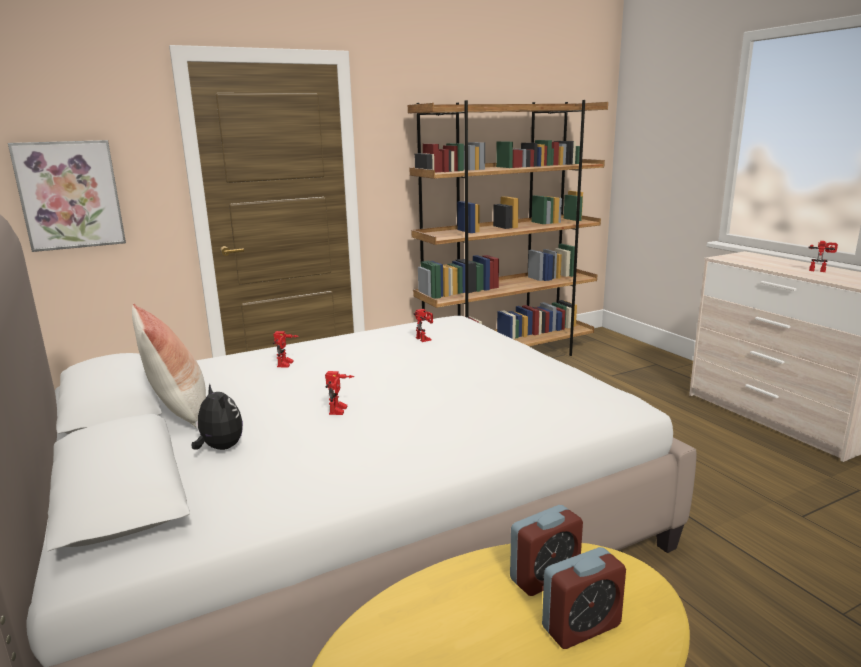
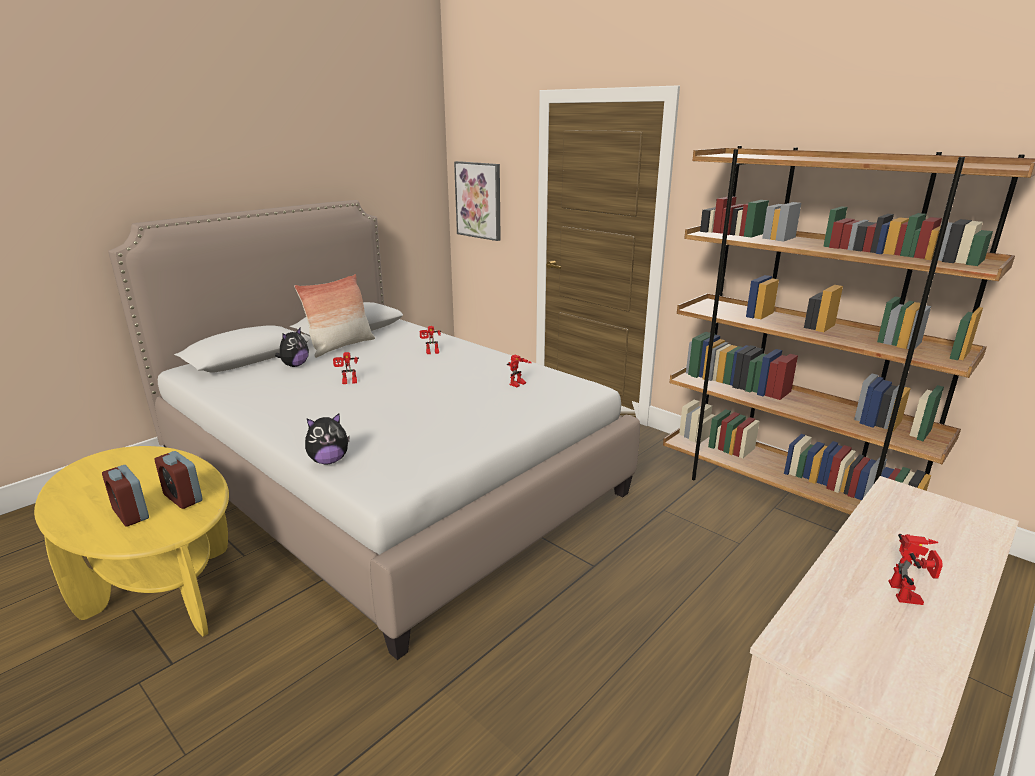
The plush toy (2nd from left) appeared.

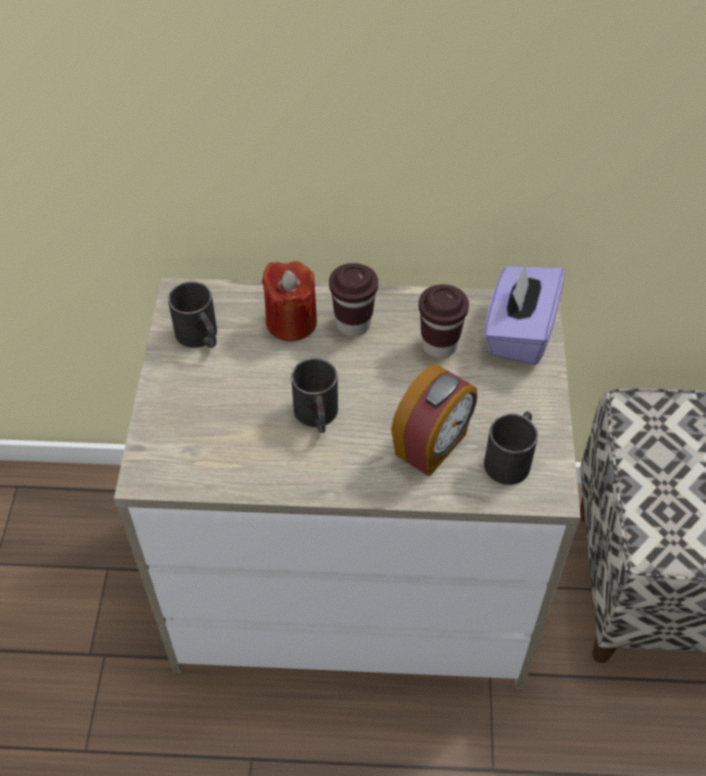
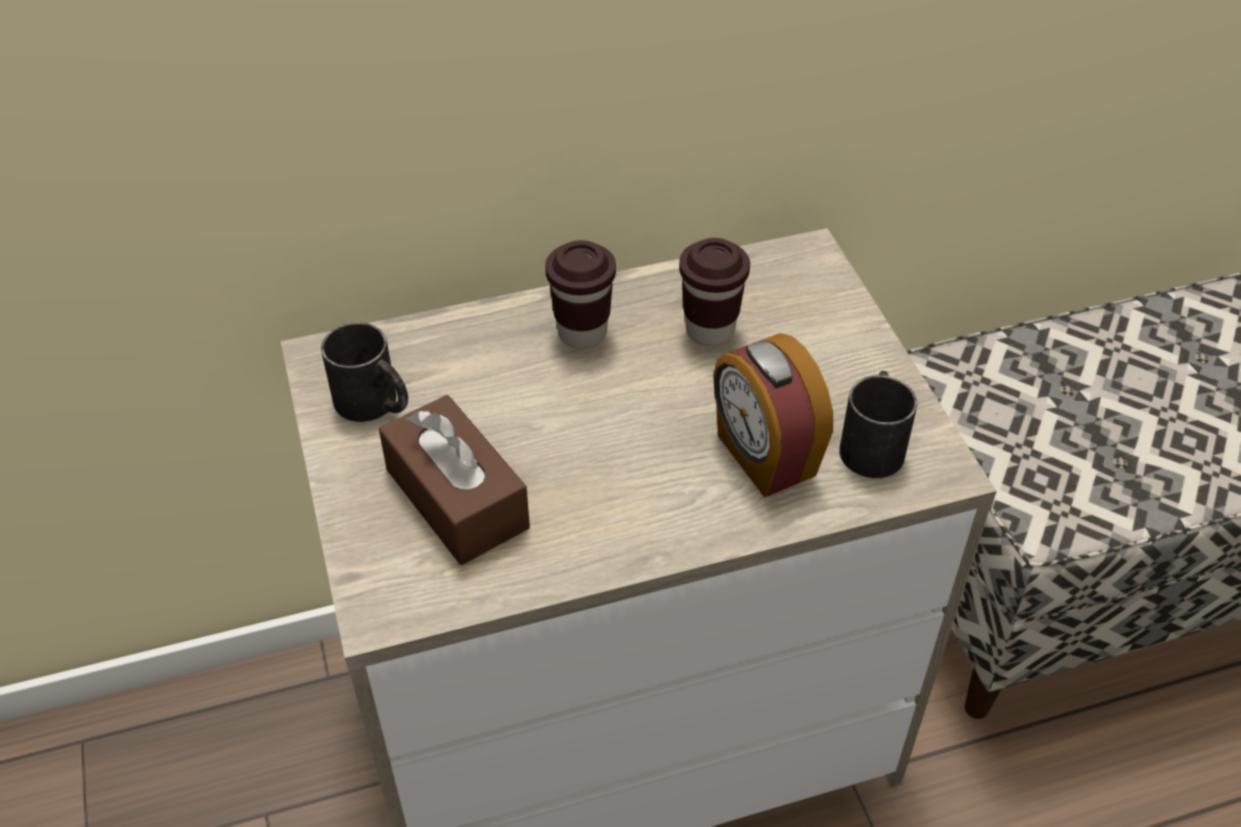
The red candle disappeared. The purple tissue box disappeared. The black mug (2nd from left) disappeared. The alarm clock turned 135 degrees clockwise. The brown tissue box appeared.

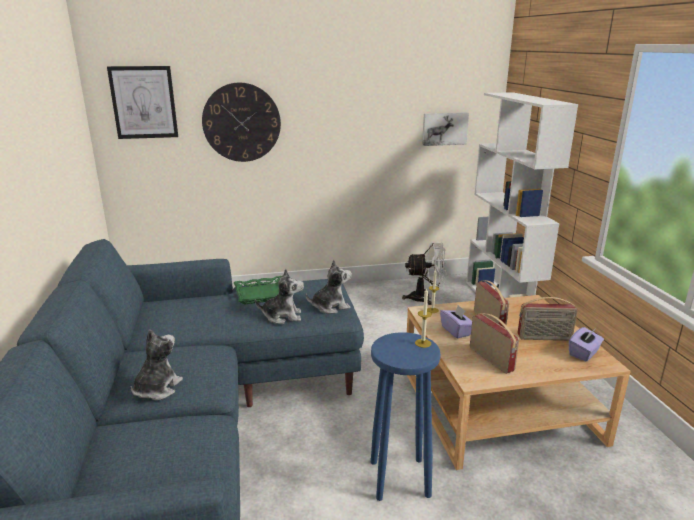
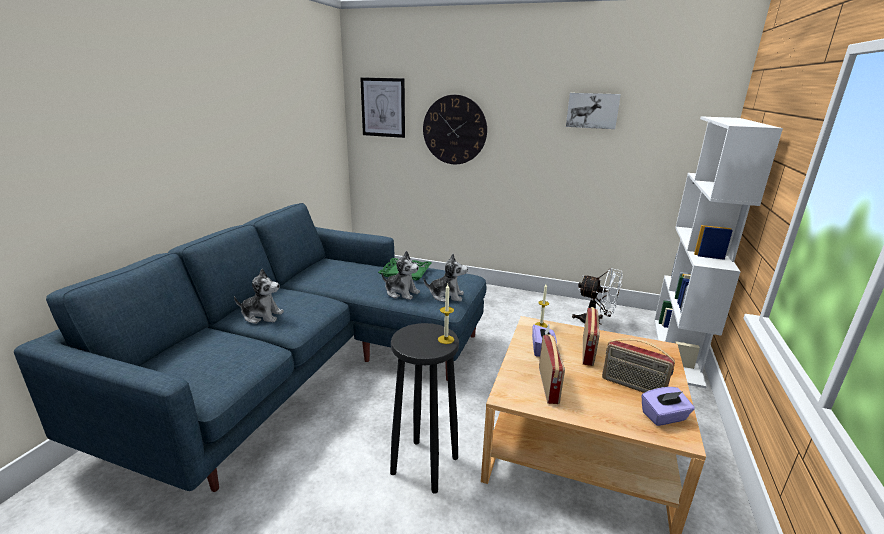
The picture (2nd from left) moved. The plush toy (1st from left) turned 45 degrees clockwise. The blue stool became the black stool.

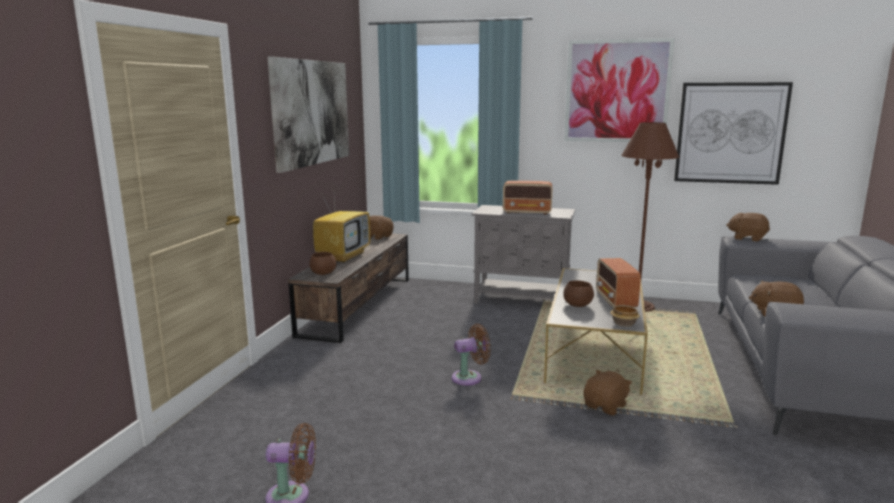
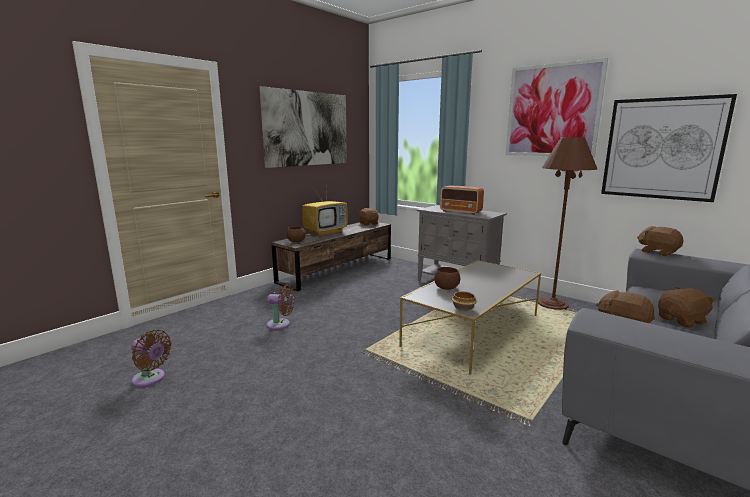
The radio (2nd from left) disappeared. The brown fan (2nd from left) moved. The brown plush toy (2nd from left in the first image) moved.

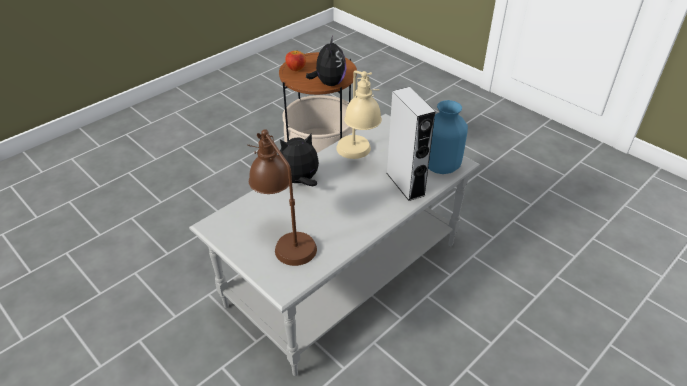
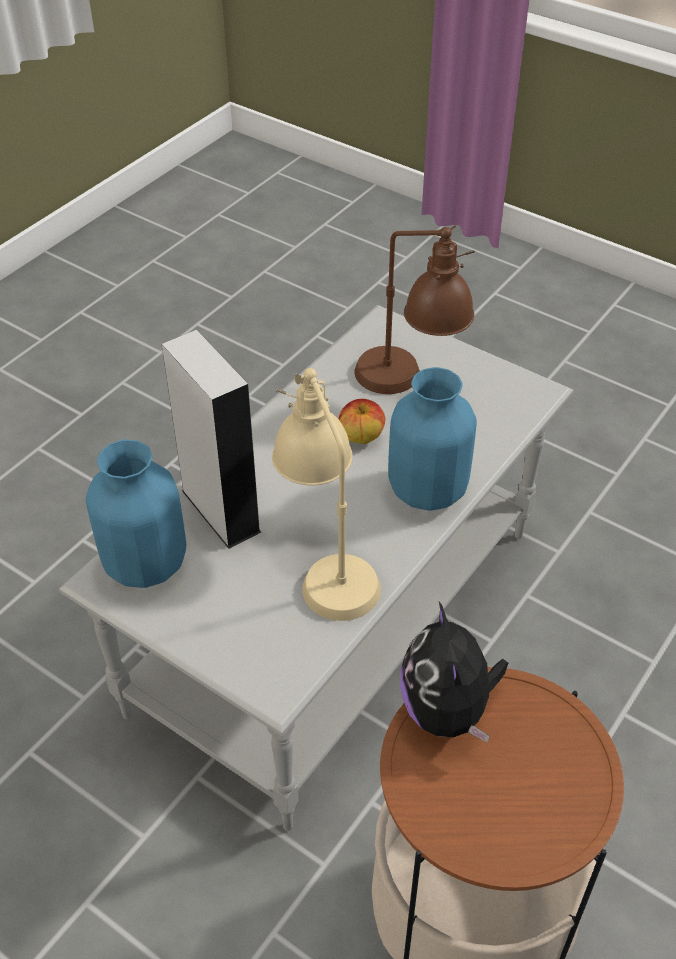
The apple moved. The plush toy (1st from left) was replaced by the blue vase (2nd from left).

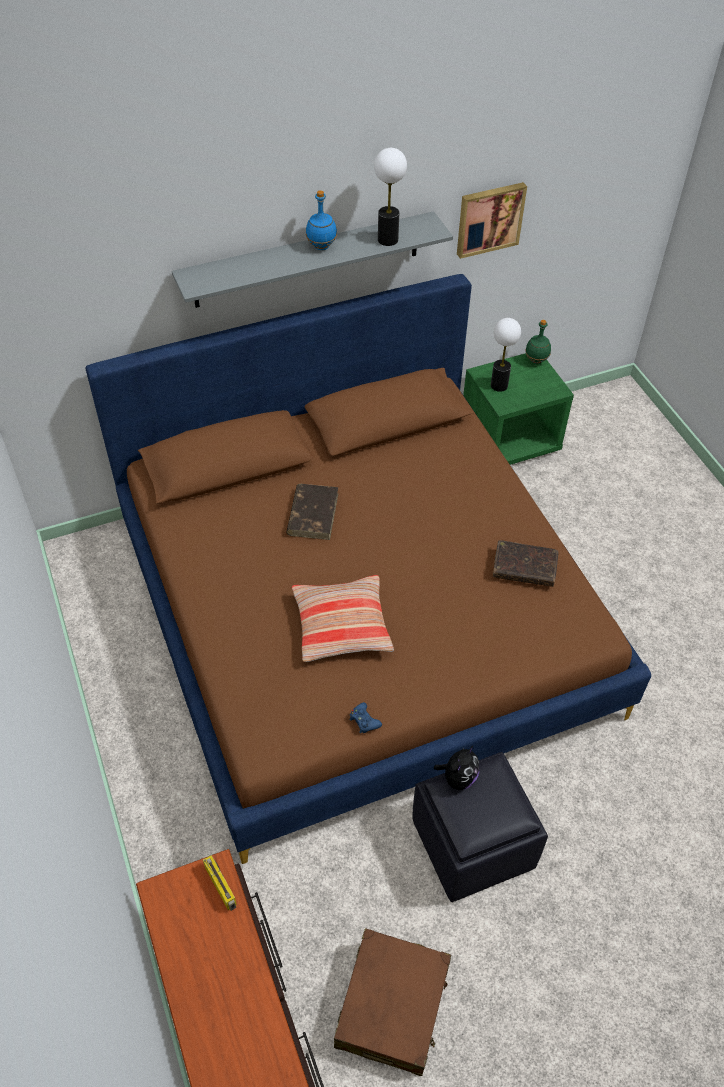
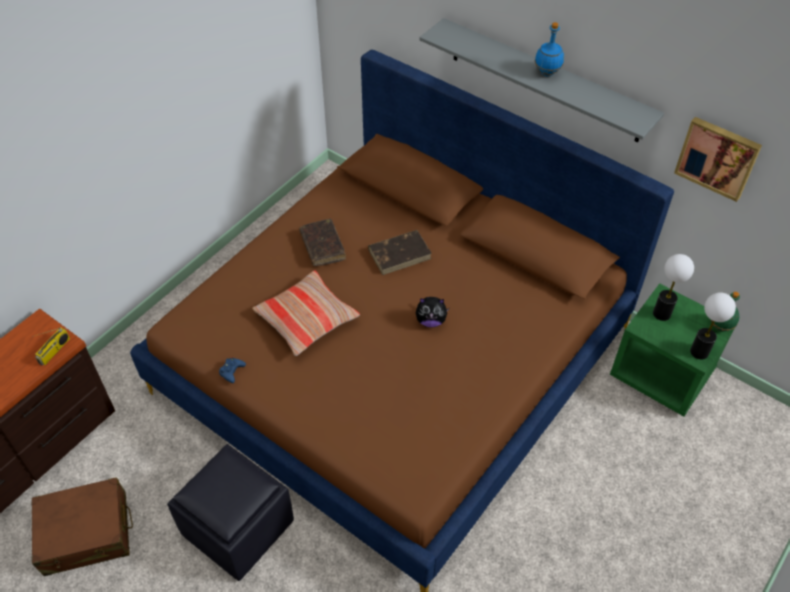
The table lamp (1st from left in the first image) moved. The brown book (2nd from left in the first image) moved. The plush toy moved.

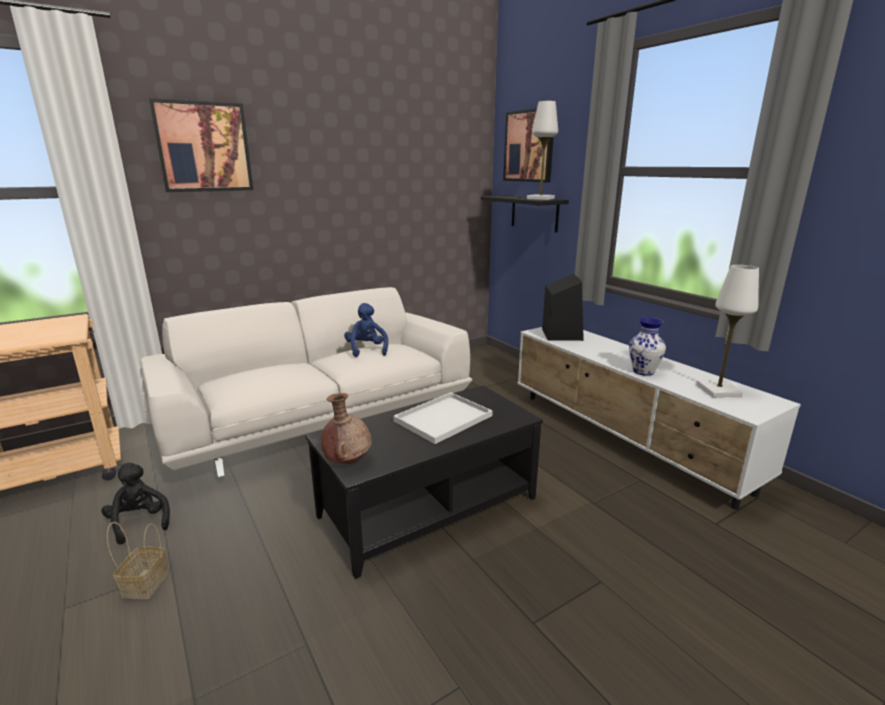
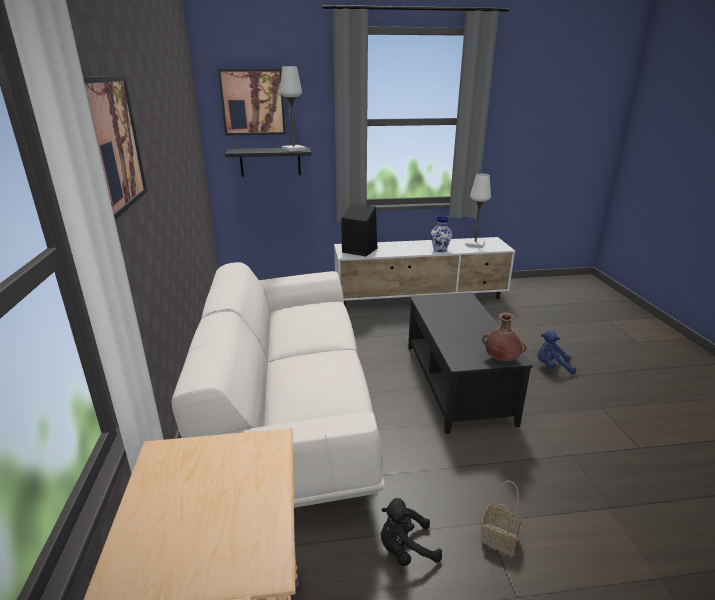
The blue plush toy moved. The white tray disappeared.

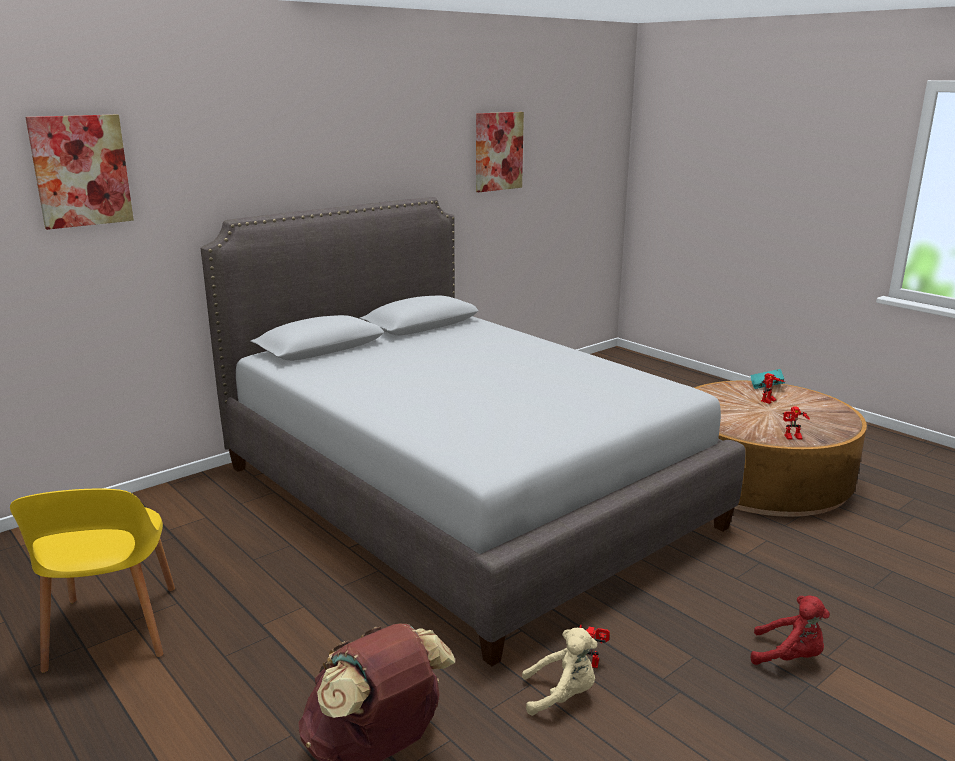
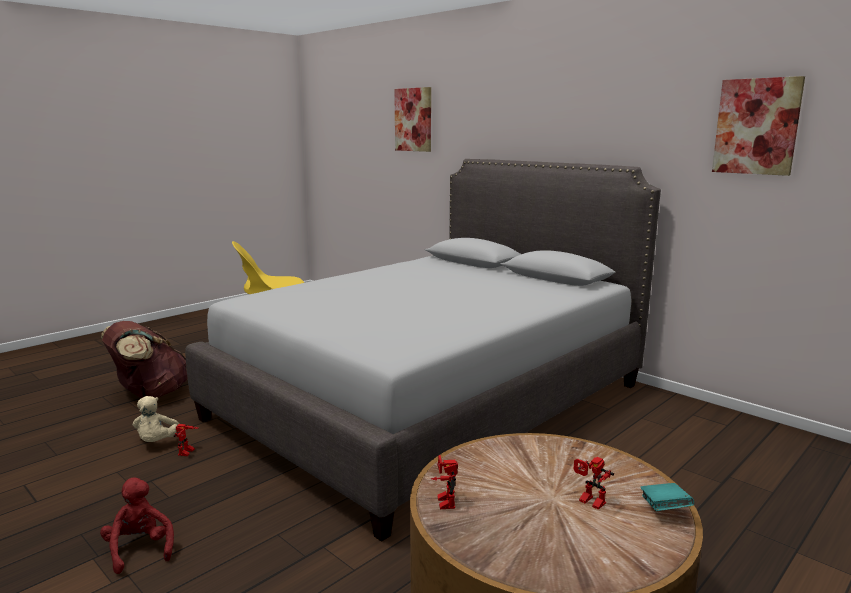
The red plush toy turned 135 degrees clockwise.

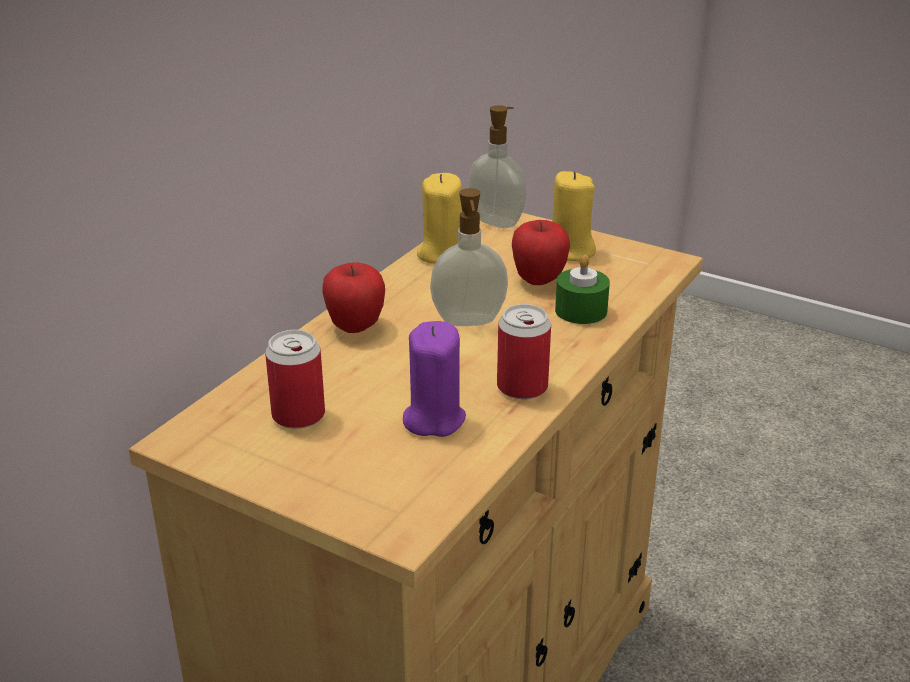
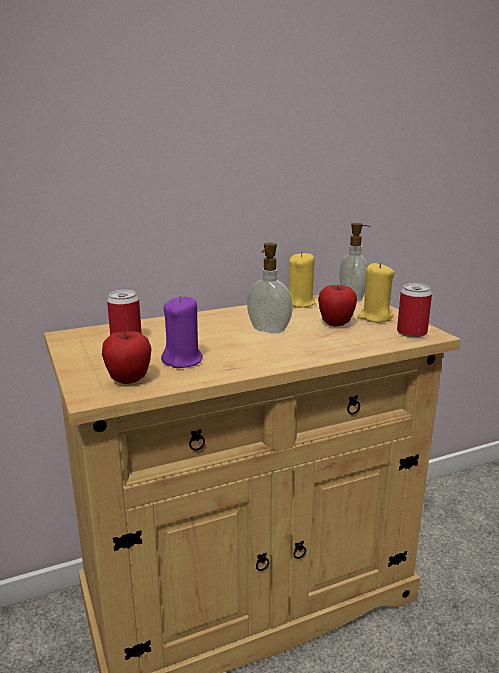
The green candle disappeared. The apple (1st from left) moved. The can (2nd from left) moved.

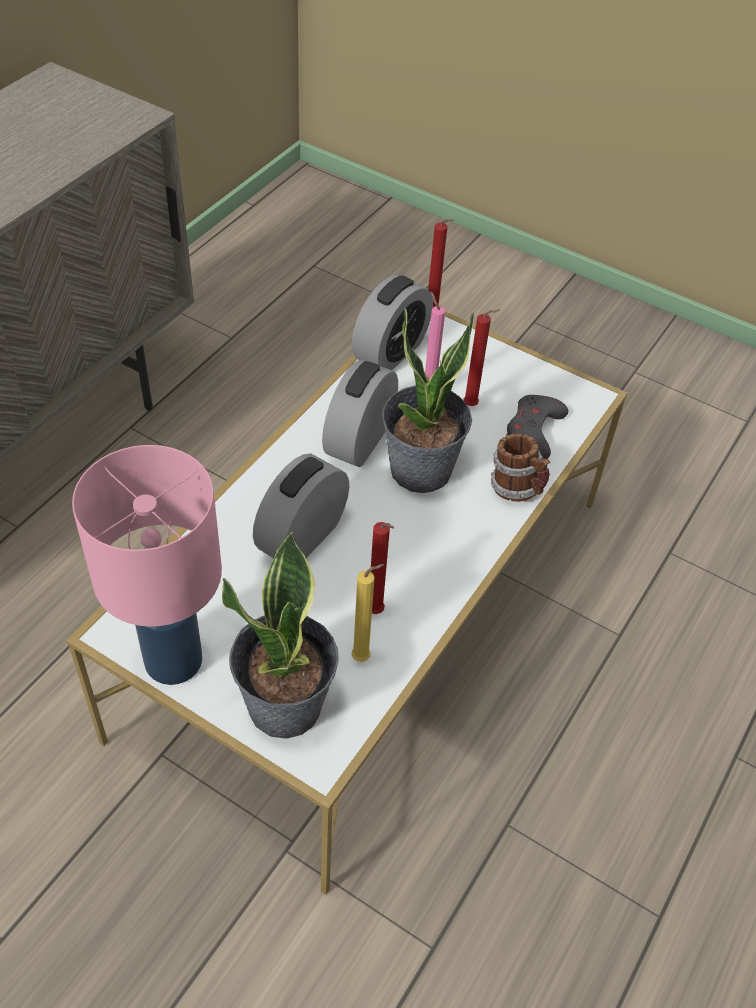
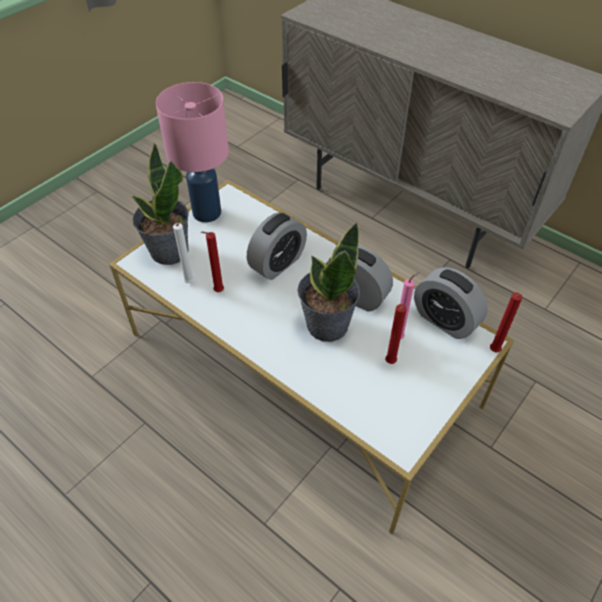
The grey game controller disappeared. The mug disappeared. The alarm clock (1st from left) turned 90 degrees clockwise. The yellow candle became the white candle.

